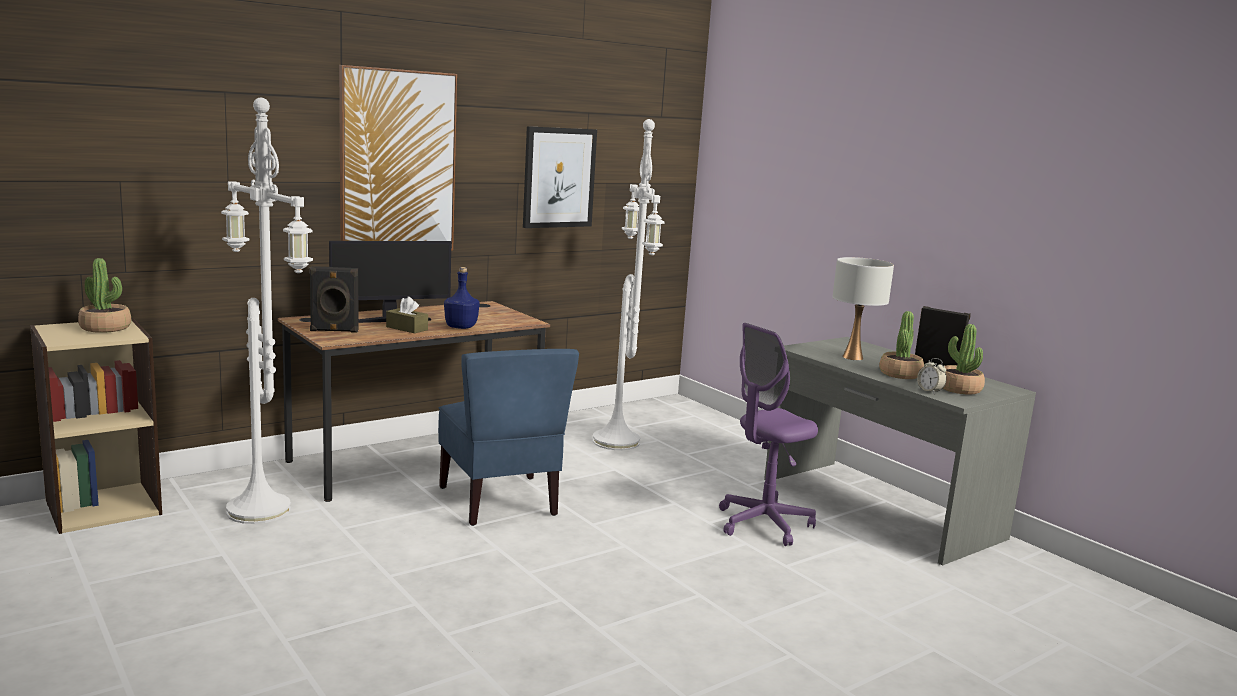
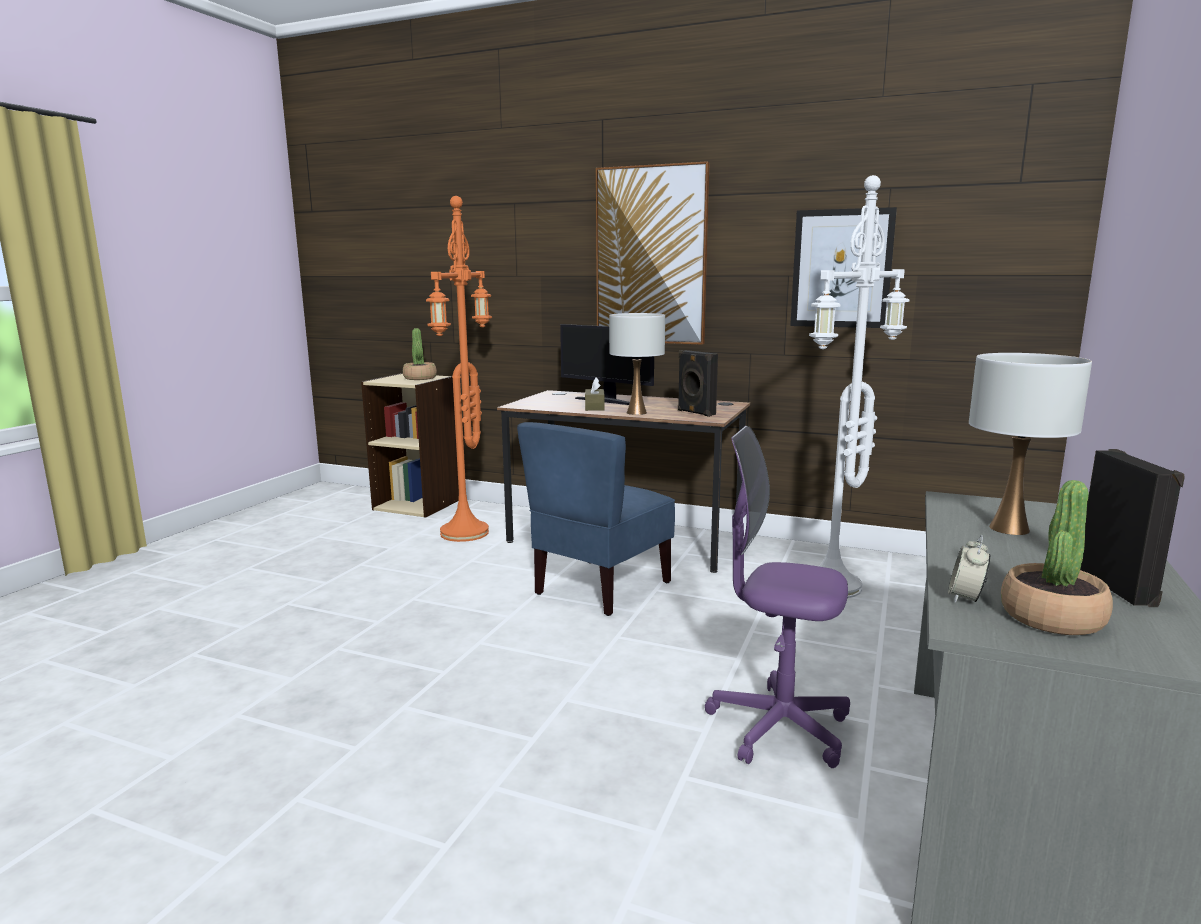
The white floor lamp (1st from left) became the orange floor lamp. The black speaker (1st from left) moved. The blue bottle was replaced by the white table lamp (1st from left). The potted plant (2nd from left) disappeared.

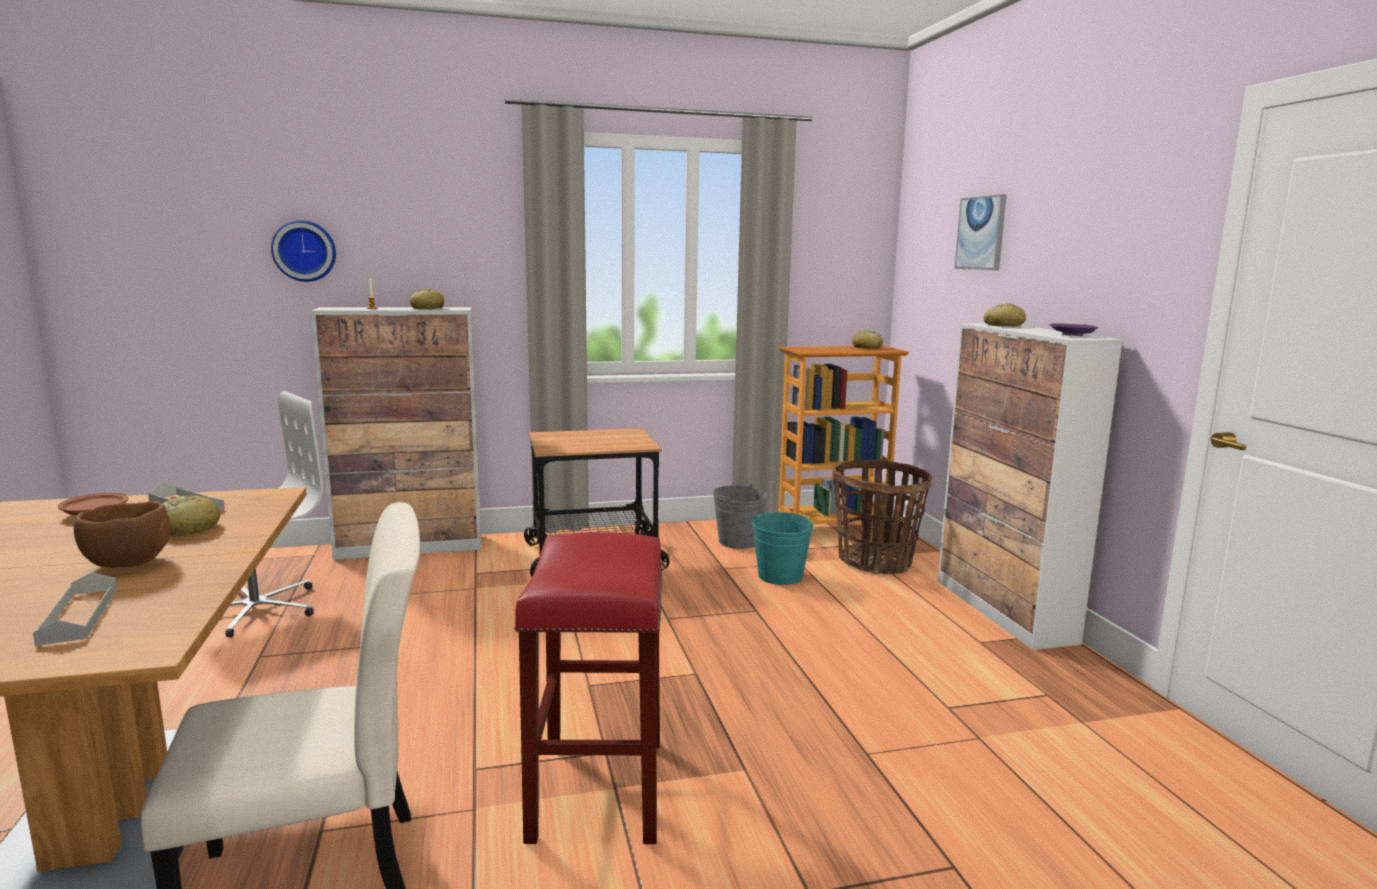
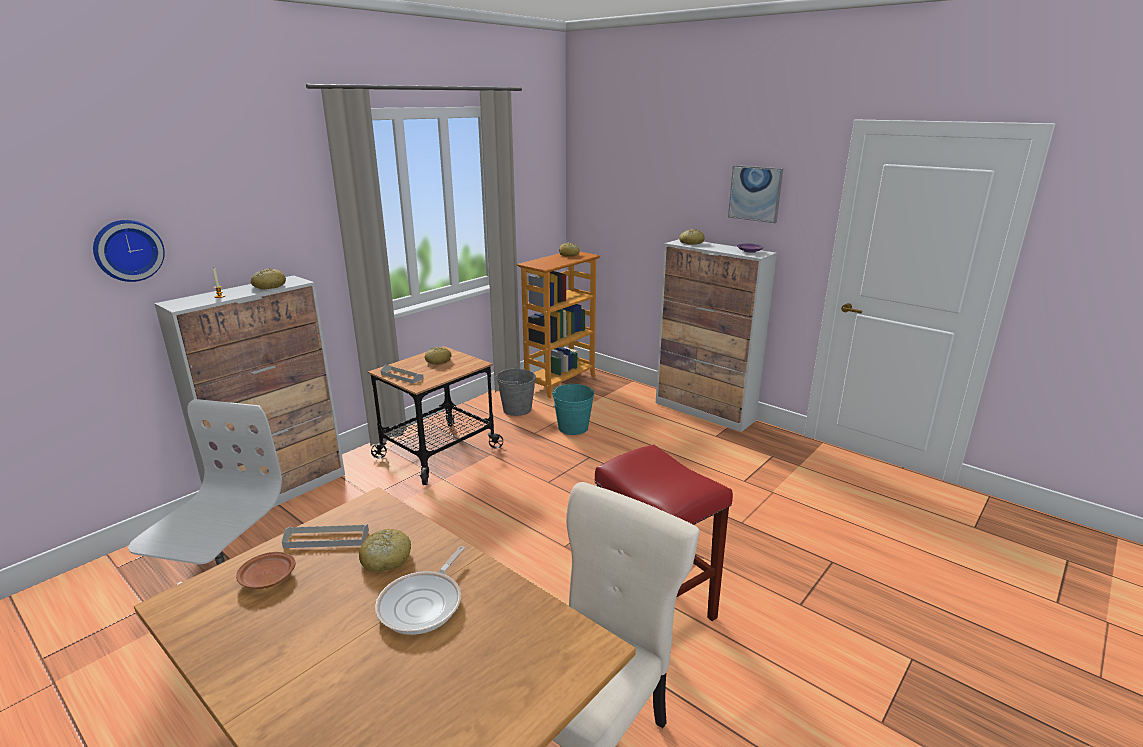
The picture moved. The basket disappeared. The brown bowl was replaced by the frying pan. The grey tray (1st from left in the first image) moved. The bread (3rd from left) appeared.

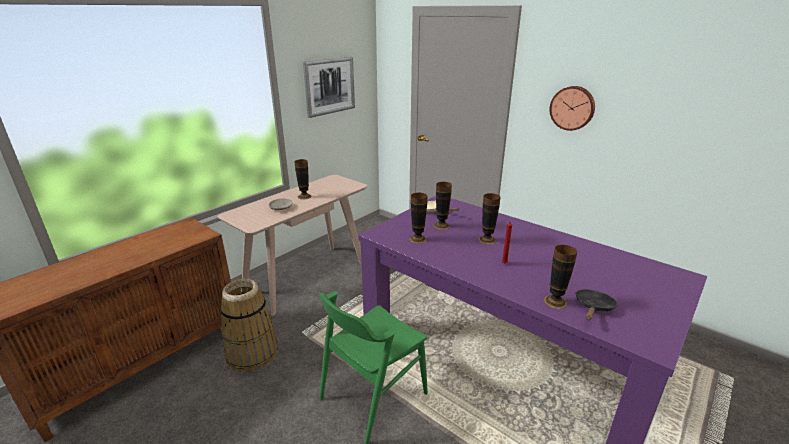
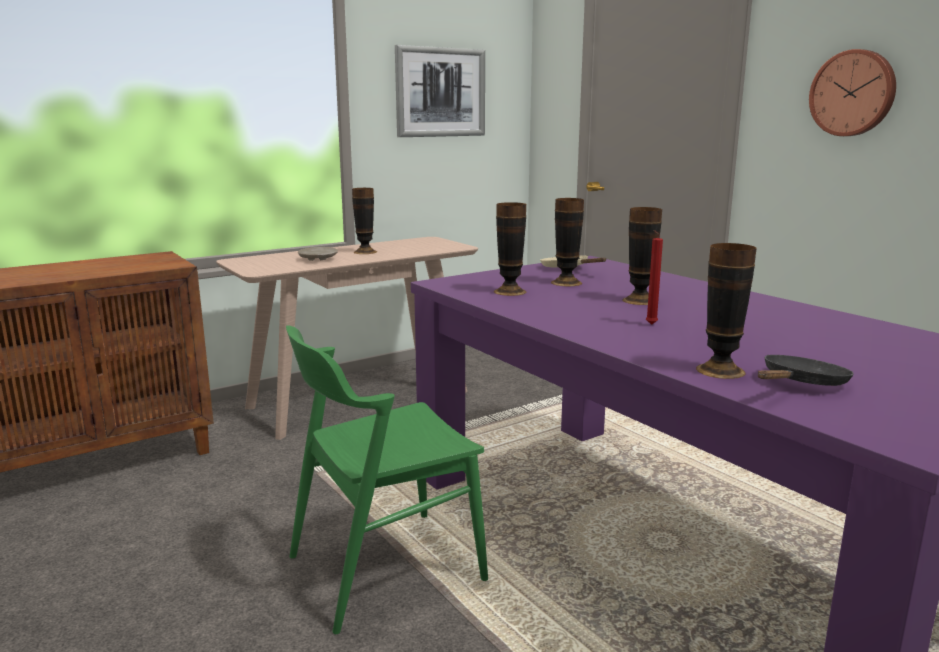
The basket disappeared.

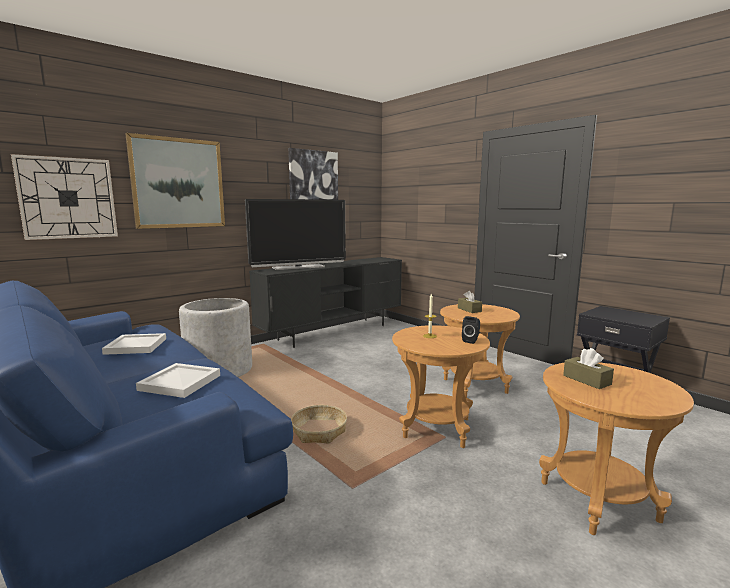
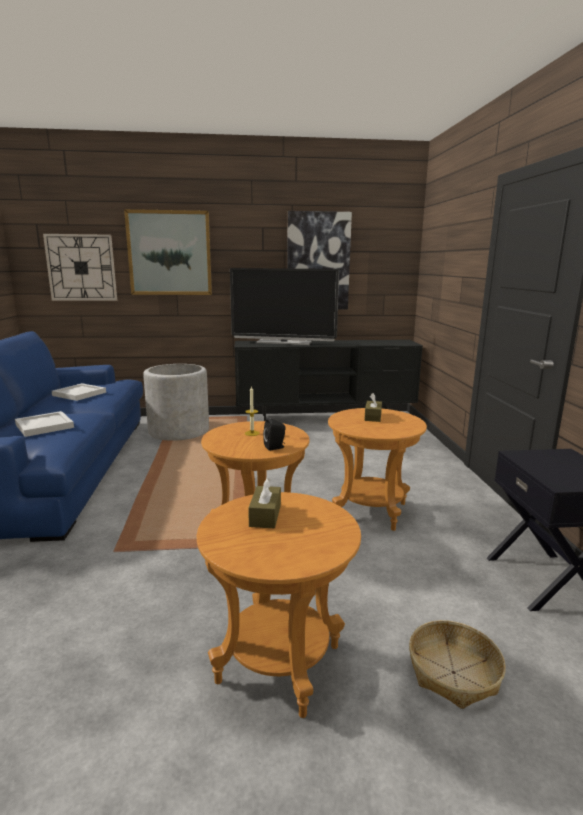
The basket moved.

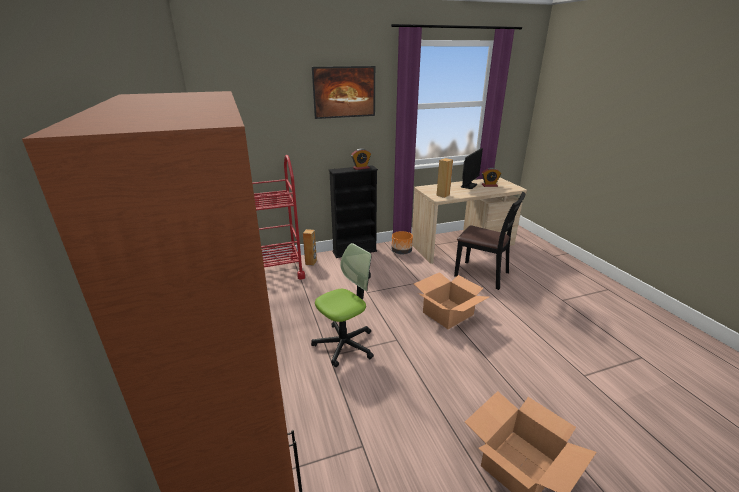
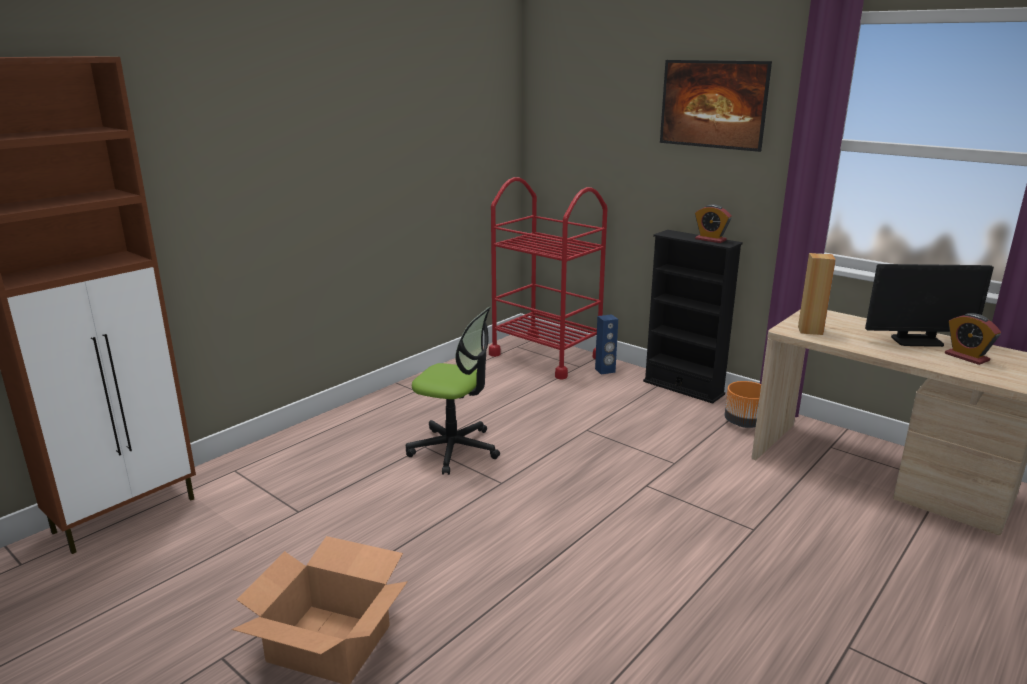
The black chair disappeared. The brown speaker (1st from left) became the blue speaker. The cardboard box (1st from left) disappeared.

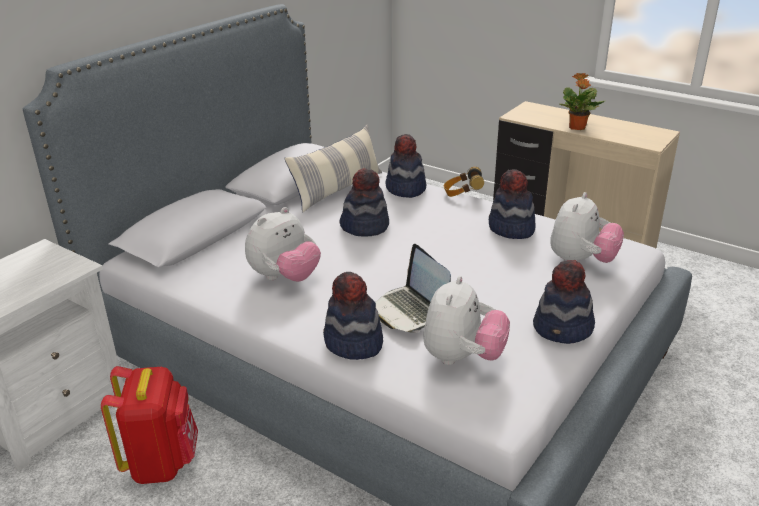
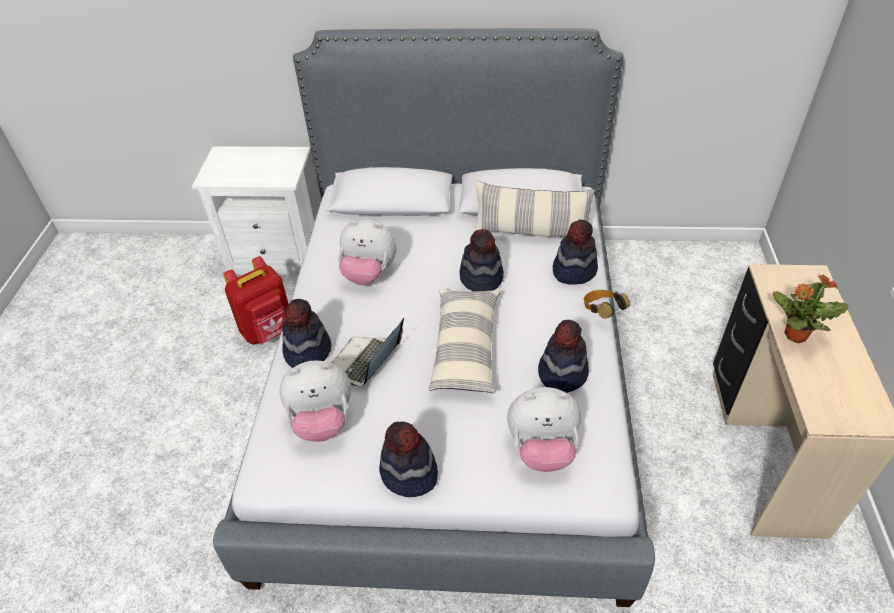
The pillow (1st from left) appeared.

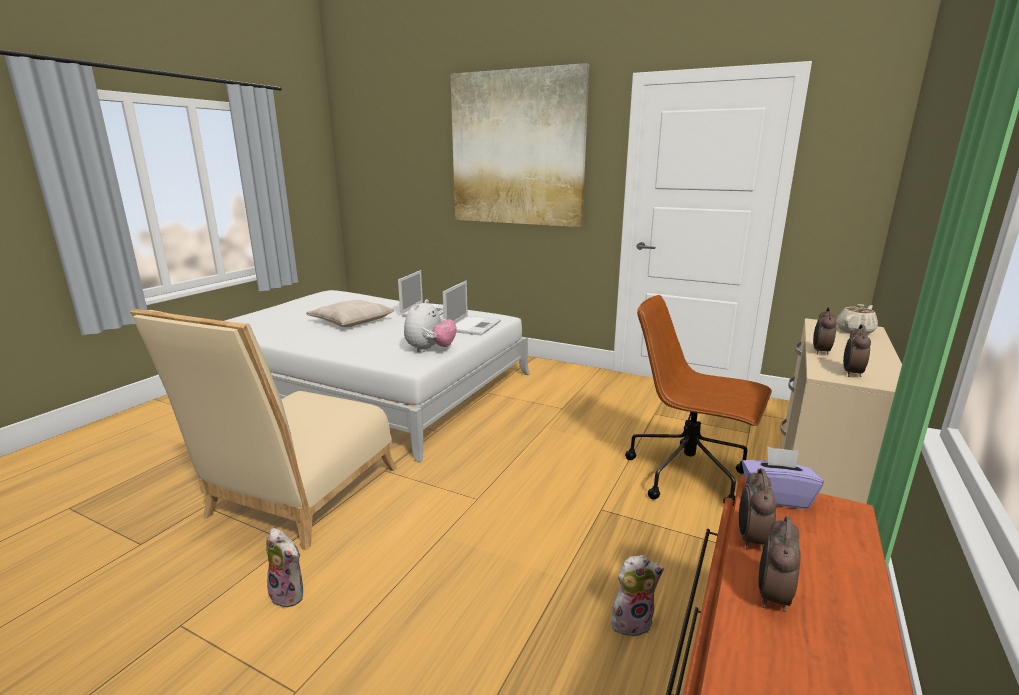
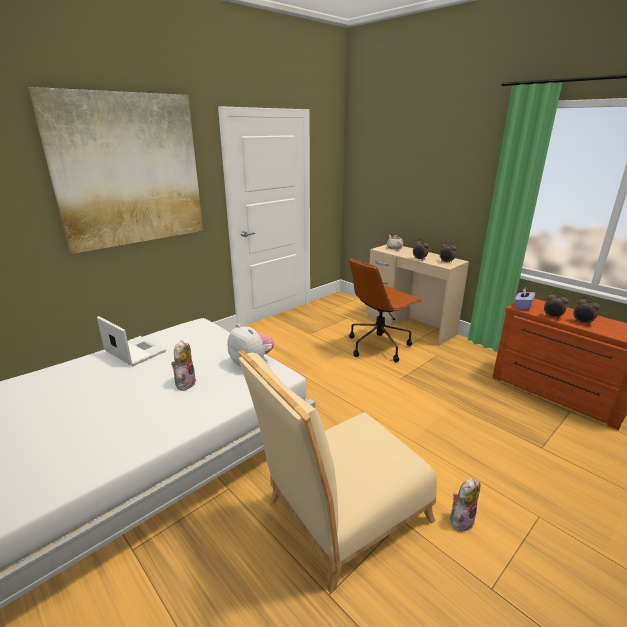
The laptop (2nd from left) disappeared. The beige pillow disappeared. The beige chair turned 105 degrees clockwise. The plush toy (3rd from left in the first image) moved.

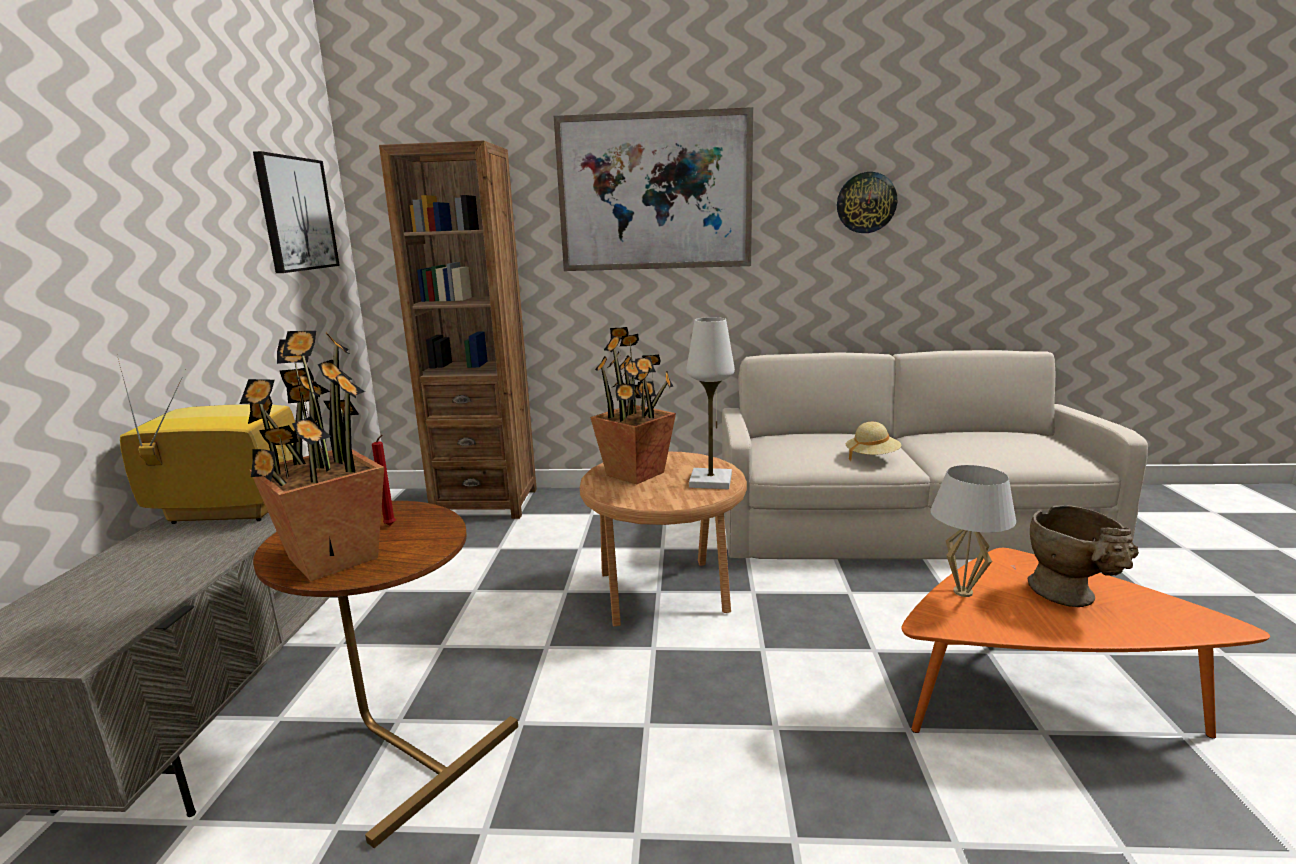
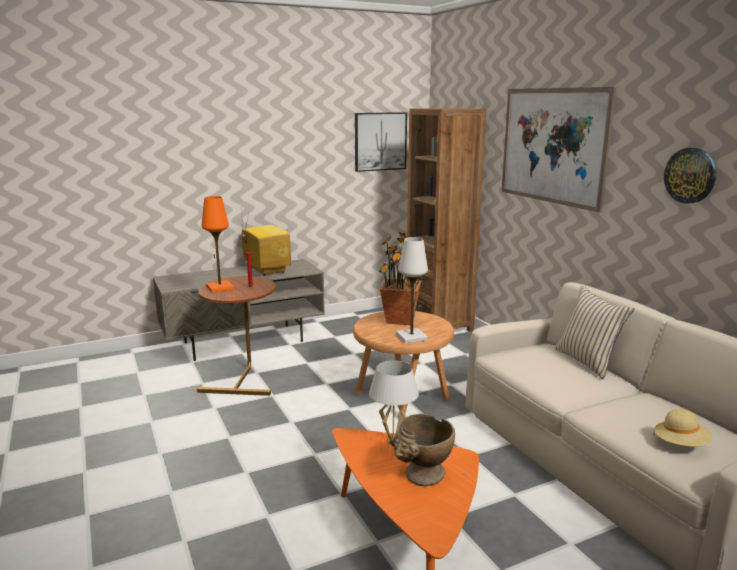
The potted plant (1st from left) was replaced by the orange table lamp. The beige hat moved. The beige pillow appeared.

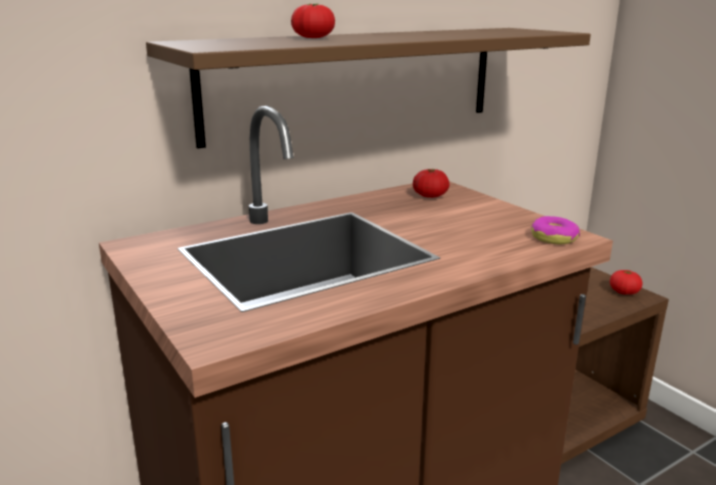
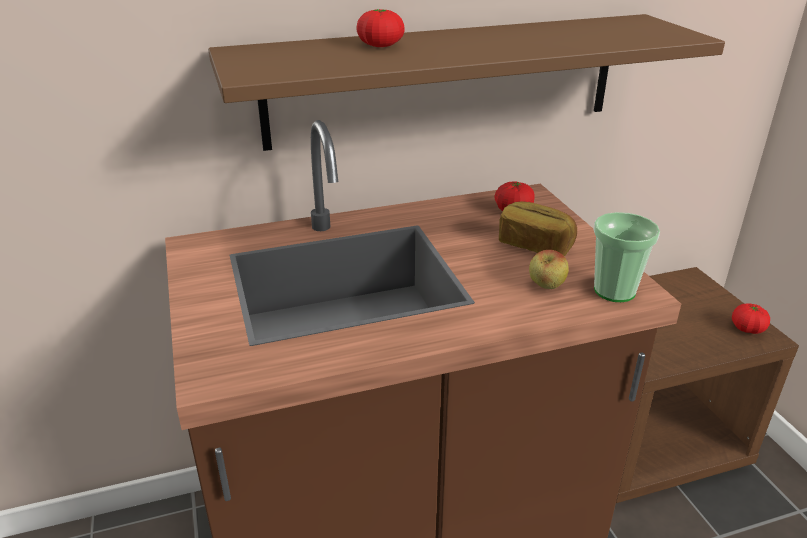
The donut was replaced by the cup. The bread appeared. The apple appeared.

